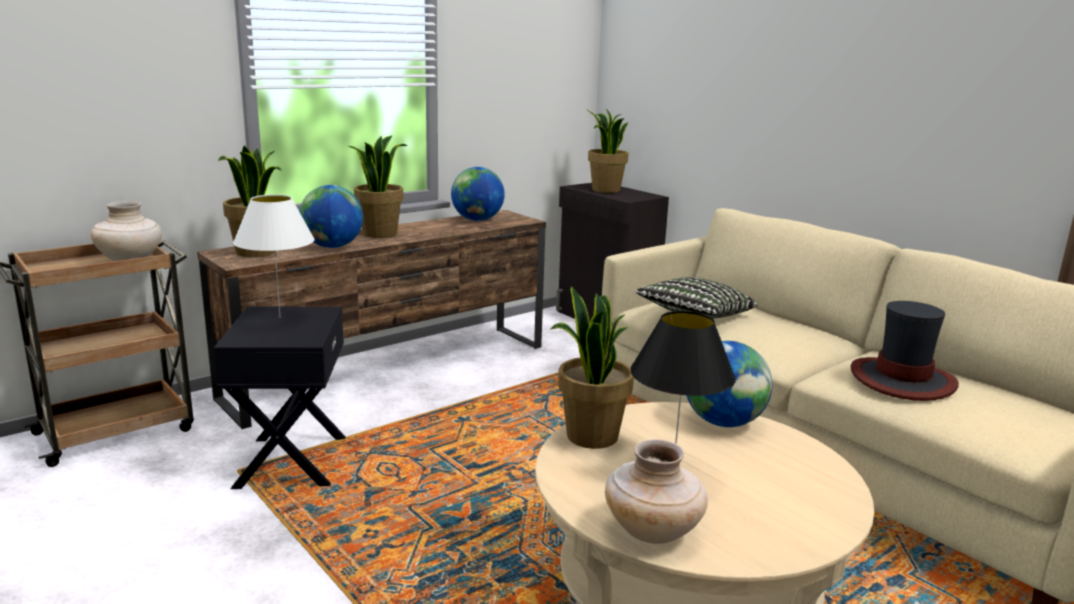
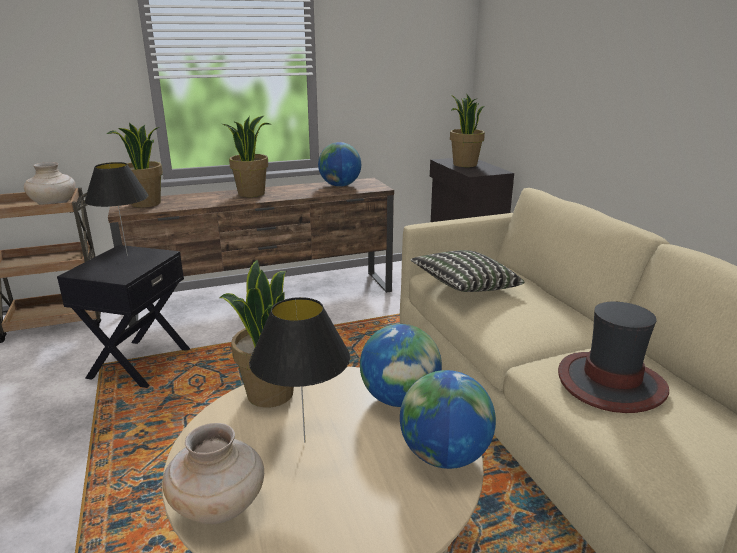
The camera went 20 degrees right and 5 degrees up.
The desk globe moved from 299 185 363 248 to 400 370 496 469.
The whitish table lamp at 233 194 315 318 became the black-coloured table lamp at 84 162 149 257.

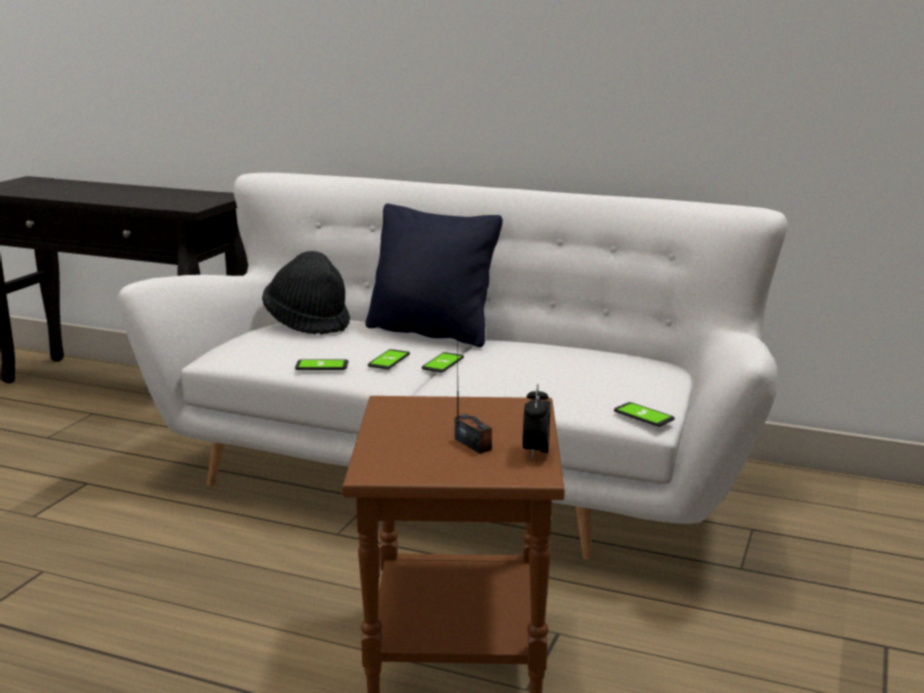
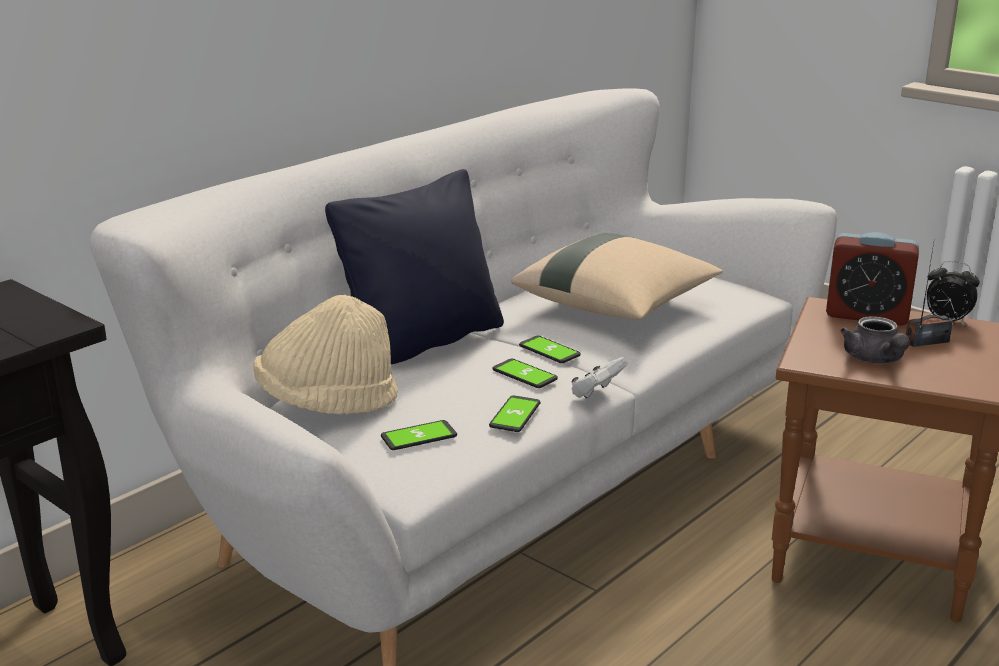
The camera went 70 degrees left and 5 degrees up.
The black-coloured hat at 262 251 350 335 became the sand-coloured hat at 253 295 398 414.
The phone moved from 614 402 675 427 to 381 420 457 450.
The bedside clock at 826 232 919 326 appeared.
The sand-coloured throw pillow at 511 233 722 320 appeared.
The greyish tea pot at 840 316 910 363 appeared.
The whitish gamepad at 572 357 628 398 appeared.

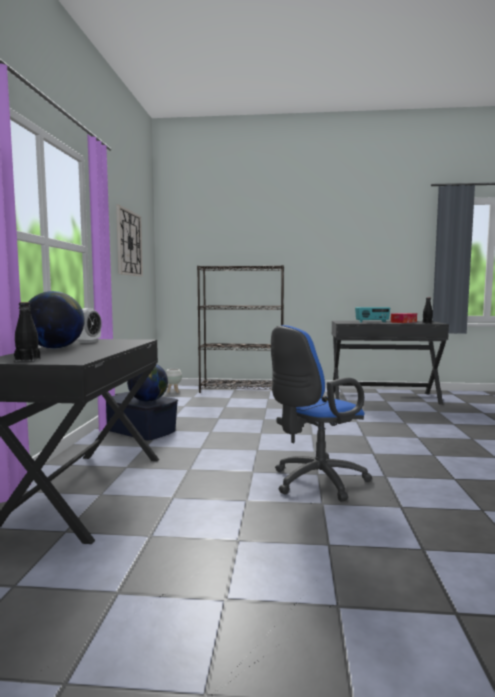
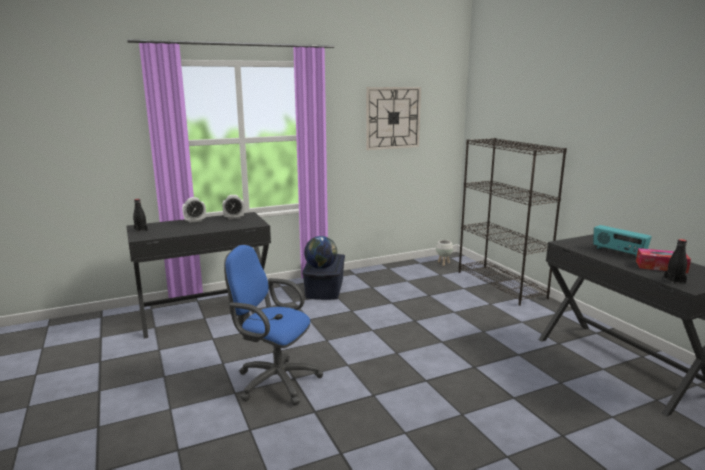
The camera went 60 degrees right and 10 degrees up.
The desk globe at 29 291 85 349 was replaced by the bedside clock at 182 197 206 223.

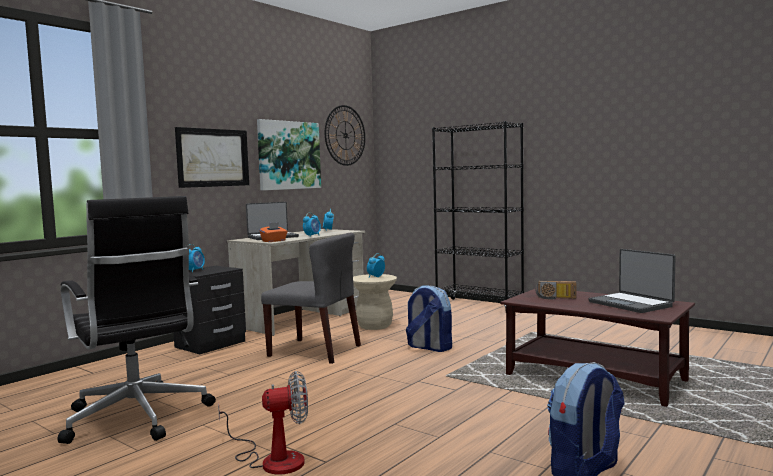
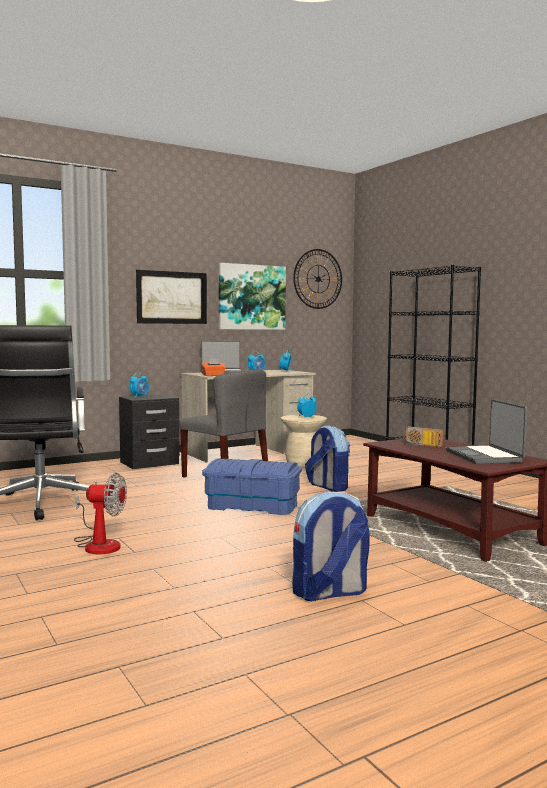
The camera went 20 degrees right and 0 degrees up.
The blue-coloured storage container at 202 458 302 515 appeared.

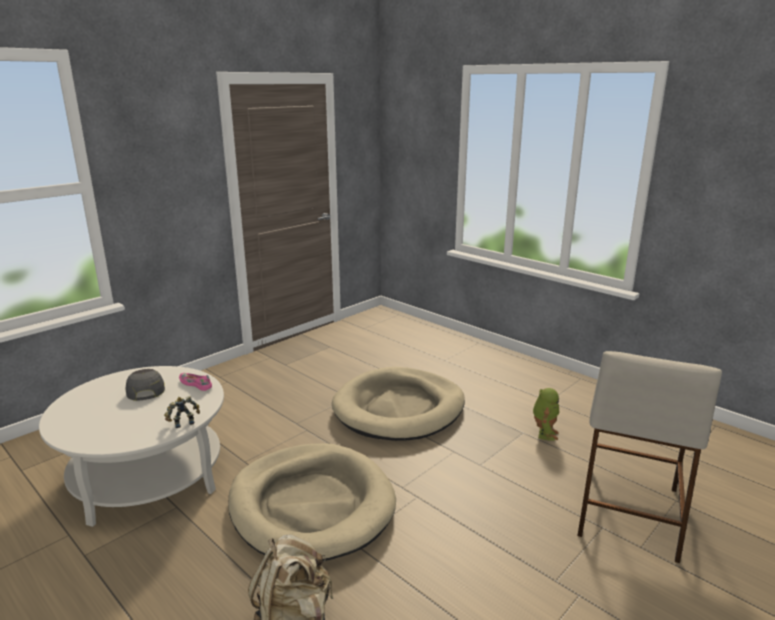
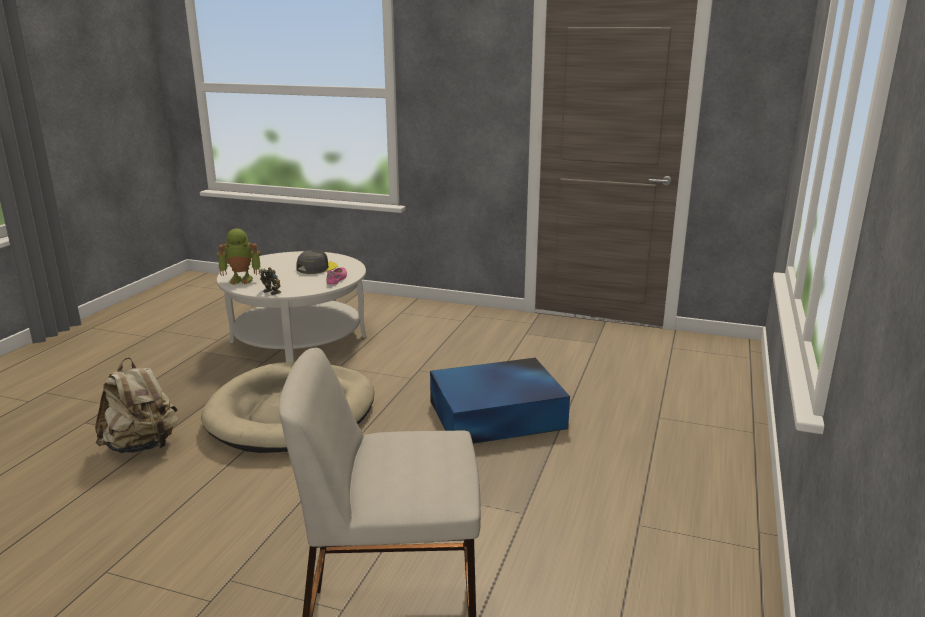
The camera went 65 degrees right and 0 degrees up.
The sand-coloured dog cushion at 332 367 465 441 was replaced by the blue-coloured storage container at 430 358 570 444.
The model robot moved from 533 388 559 441 to 217 228 260 285.

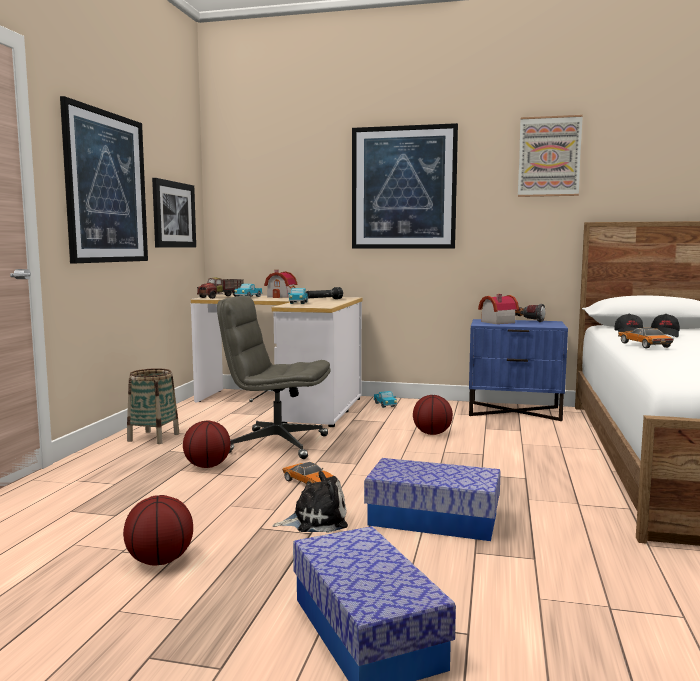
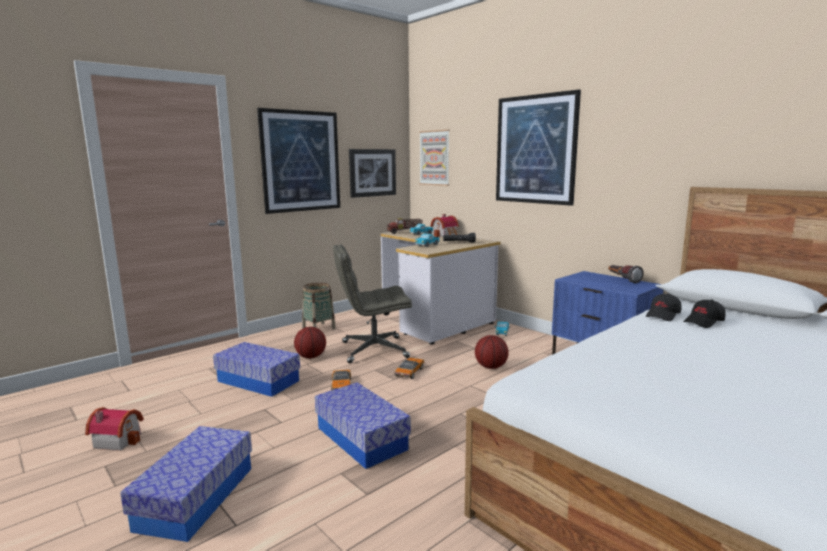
The camera went 35 degrees right and 5 degrees up.
The wall picture moved from 518 115 583 197 to 419 130 450 186.
The toy house moved from 478 294 519 324 to 85 407 144 451.
The greyish office chair at 217 296 331 459 turned 60 degrees counterclockwise.
The miniature car moved from 618 328 674 348 to 394 358 424 379.
The soft toy at 272 471 348 533 disappeared.
The ball for basketball at 123 495 193 566 disappeared.
The storage container at 213 342 300 397 appeared.

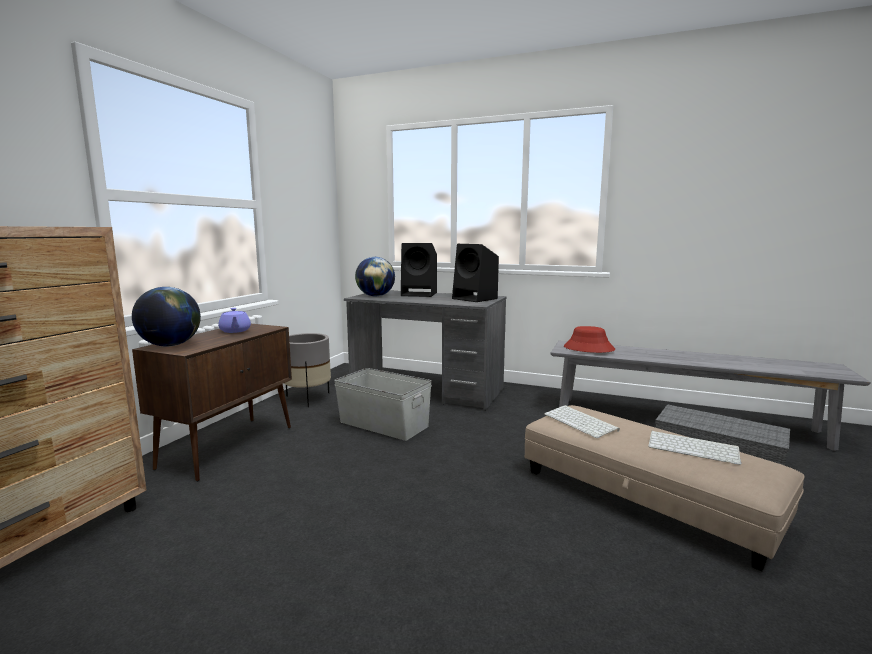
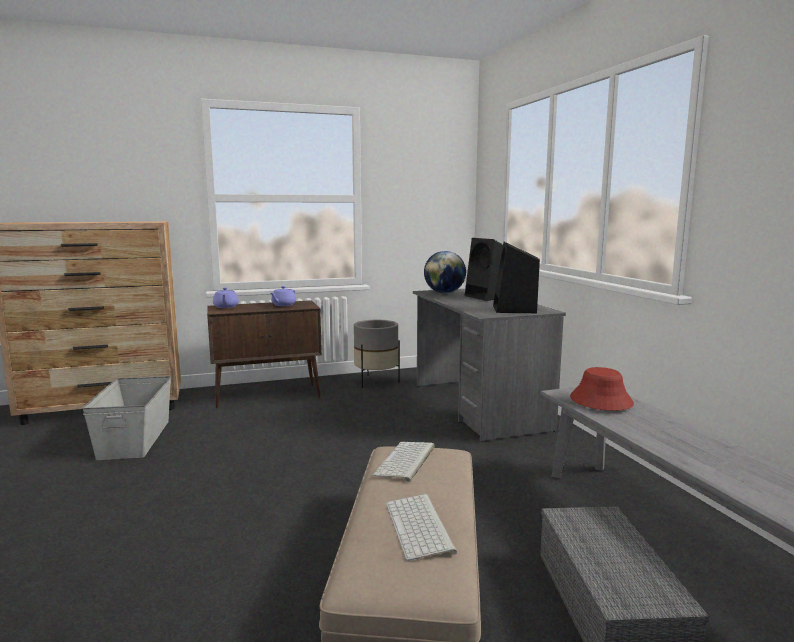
The camera went 50 degrees right and 0 degrees up.
The desk globe at 132 287 201 347 was replaced by the purple tea pot at 213 287 239 308.
The greyish storage container moved from 334 368 432 441 to 82 376 171 460.

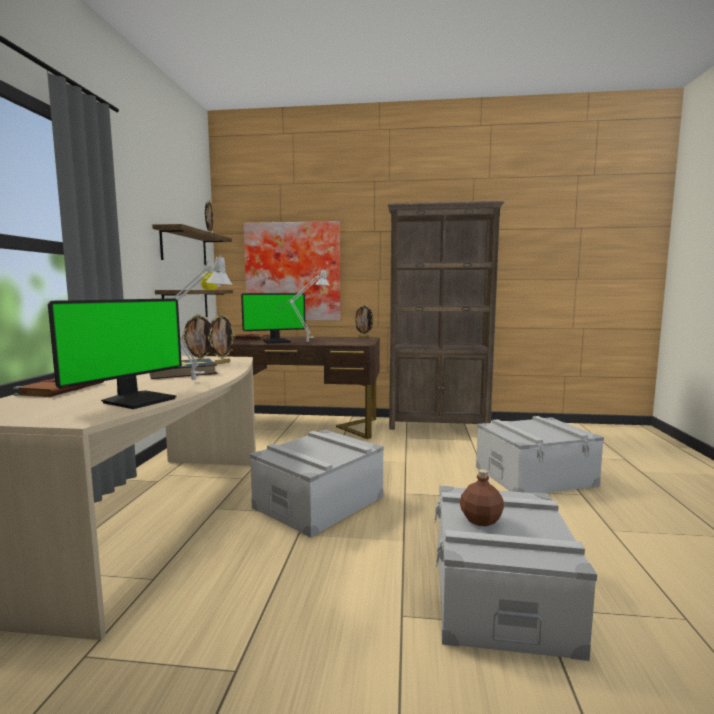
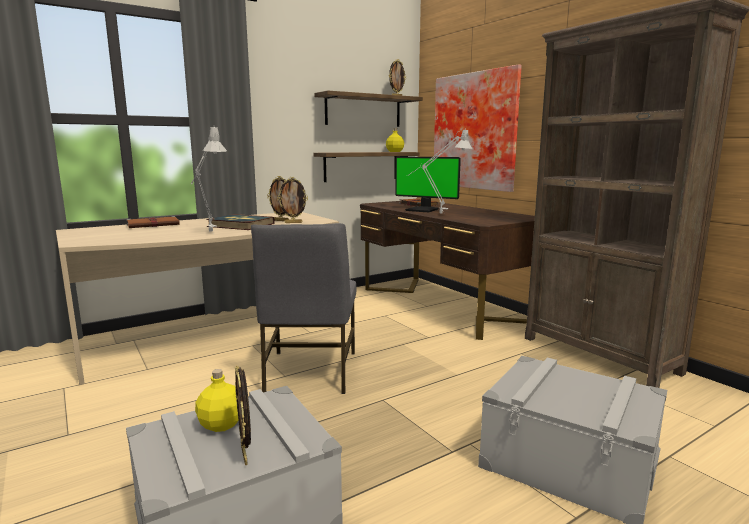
The camera went 50 degrees right and 5 degrees up.
The computer display at 48 298 182 409 disappeared.
The picture frame moved from 353 304 374 338 to 235 365 251 465.
The greyish storage container at 250 429 384 538 was replaced by the greyish plain chair at 251 223 356 394.
The brown-coloured drink bottle at 460 469 504 526 became the yellow-coloured drink bottle at 195 369 239 432.

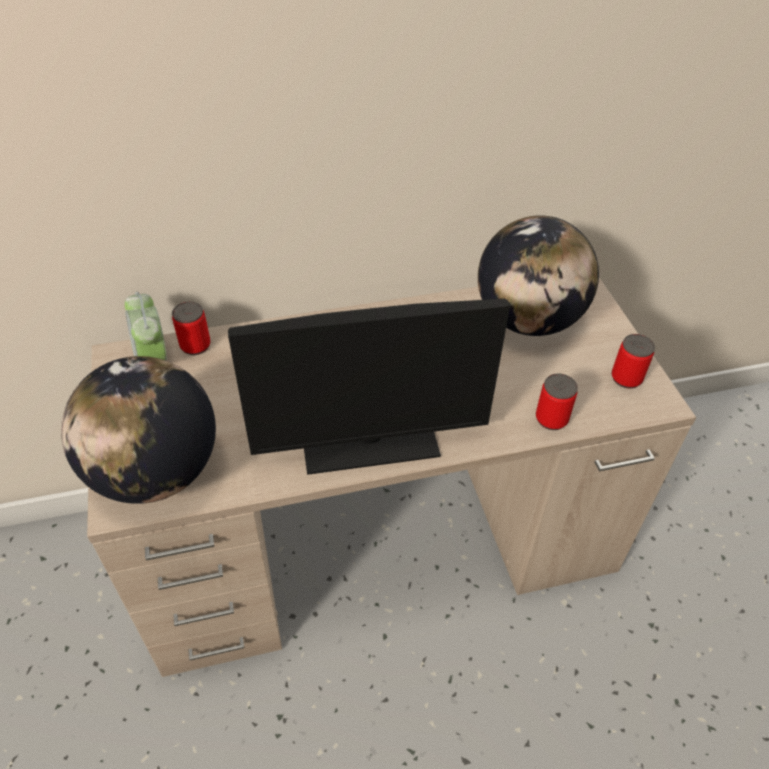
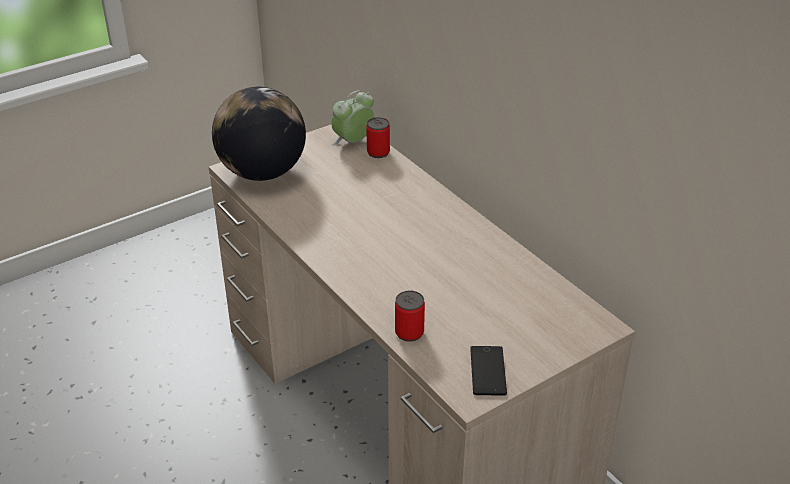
The camera went 70 degrees right and 10 degrees down.
The desk globe at 478 215 599 336 disappeared.
The computer display at 228 298 510 475 disappeared.
The can at 612 334 655 389 was replaced by the phone at 470 346 507 396.

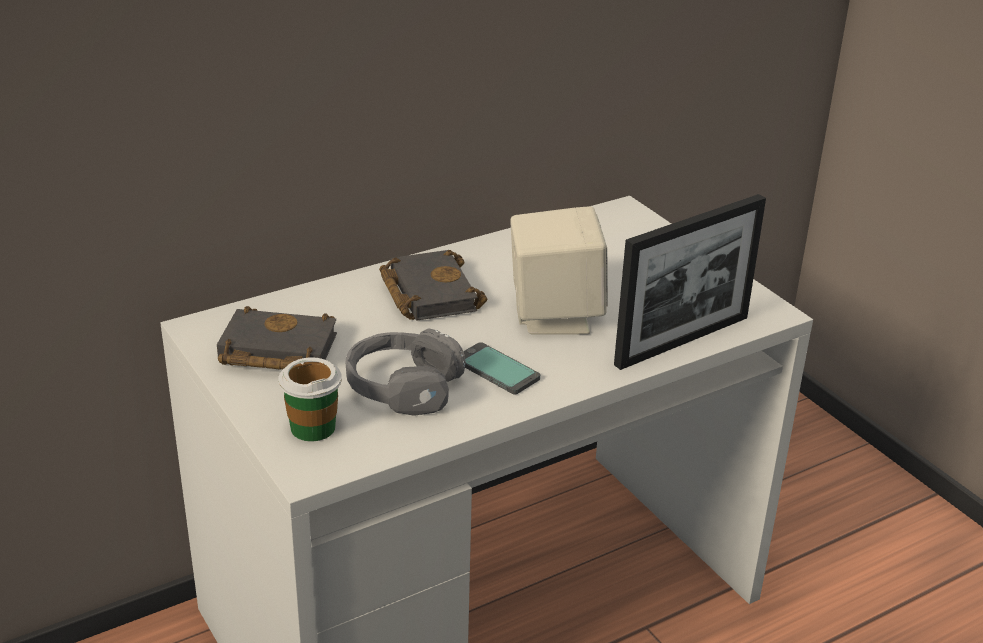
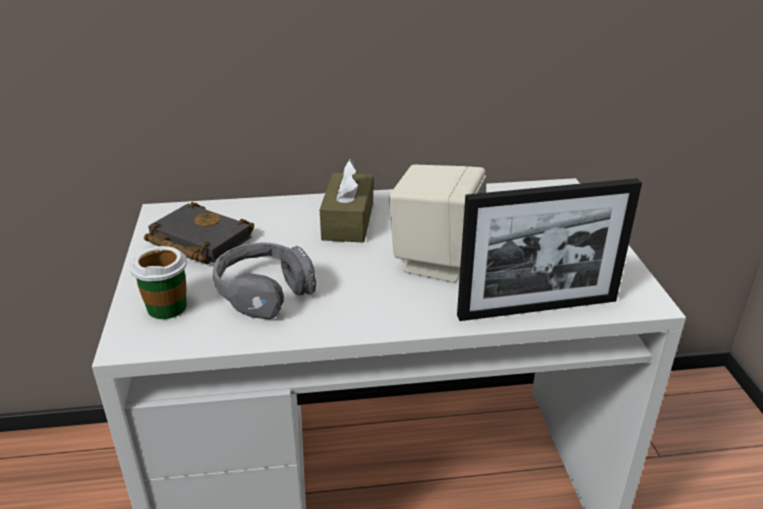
The camera went 25 degrees right and 0 degrees up.
The black-coloured bound book at 379 250 487 321 was replaced by the brown-coloured box of tissues at 320 159 373 243.
The phone at 463 342 540 394 disappeared.

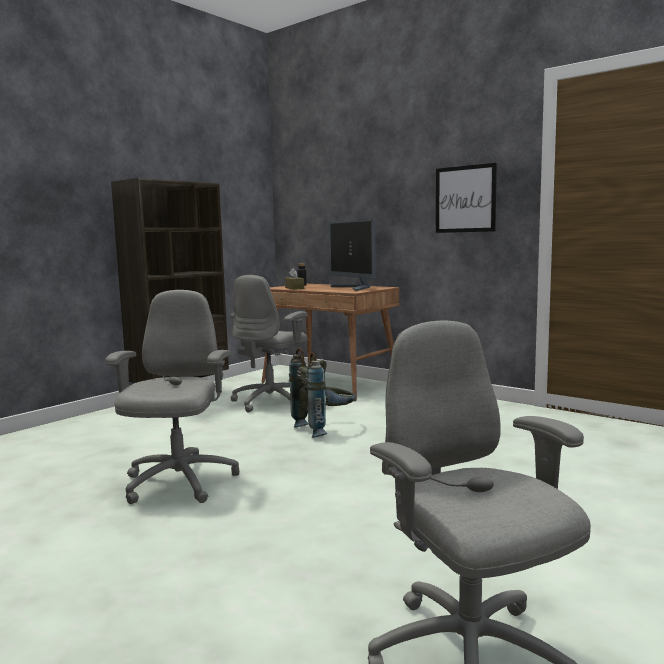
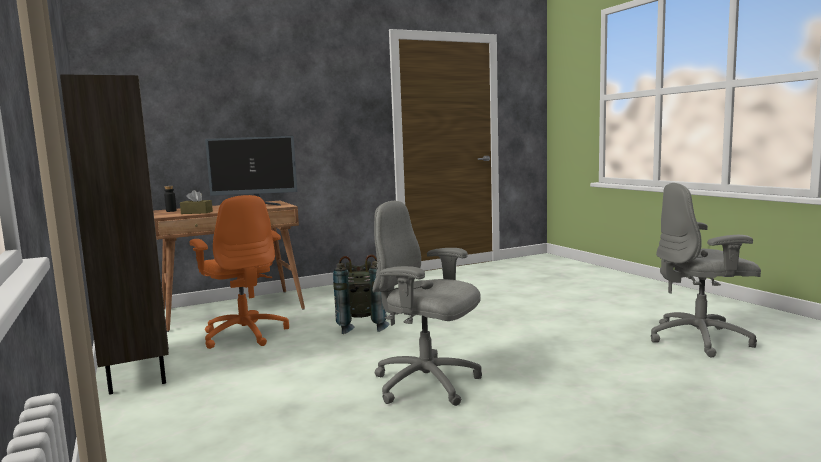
The camera went 65 degrees left and 0 degrees up.
The wall picture at 436 163 497 233 disappeared.
The greyish office chair at 230 275 308 413 became the orange office chair at 190 195 289 349.

